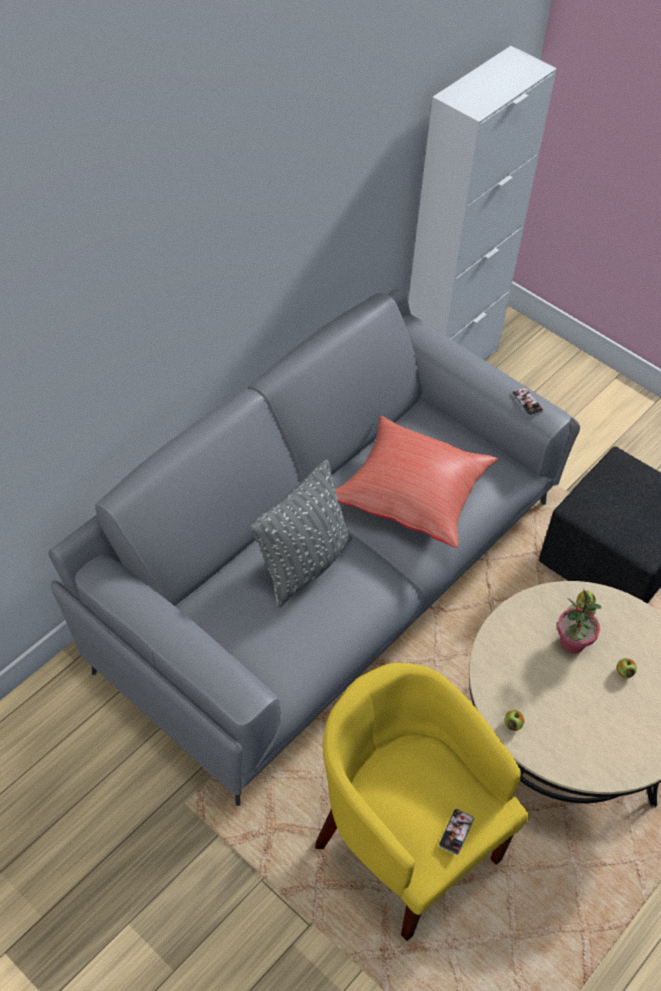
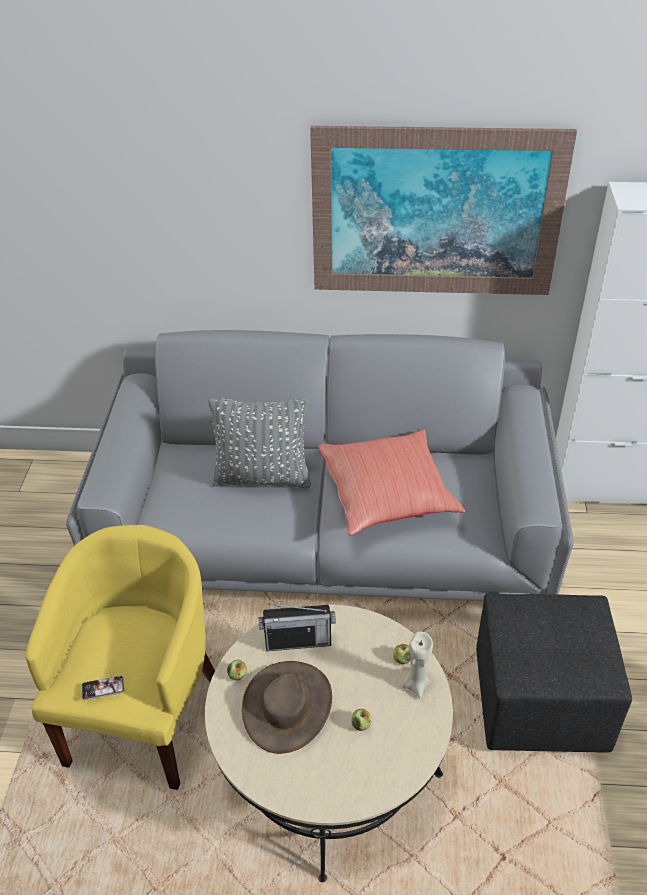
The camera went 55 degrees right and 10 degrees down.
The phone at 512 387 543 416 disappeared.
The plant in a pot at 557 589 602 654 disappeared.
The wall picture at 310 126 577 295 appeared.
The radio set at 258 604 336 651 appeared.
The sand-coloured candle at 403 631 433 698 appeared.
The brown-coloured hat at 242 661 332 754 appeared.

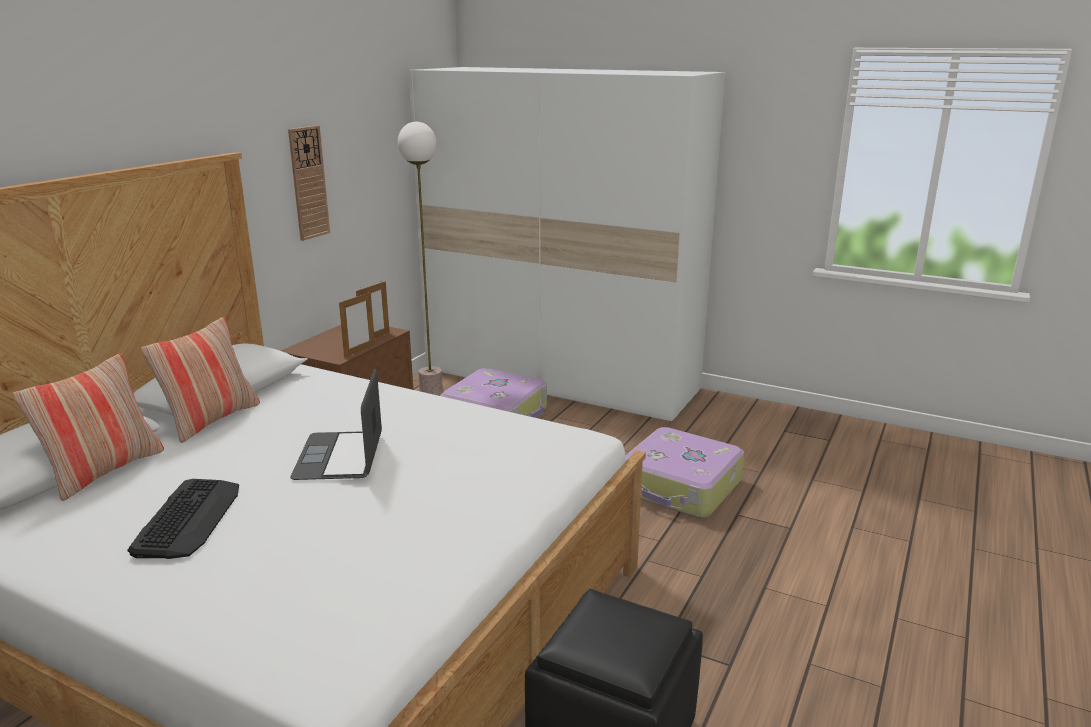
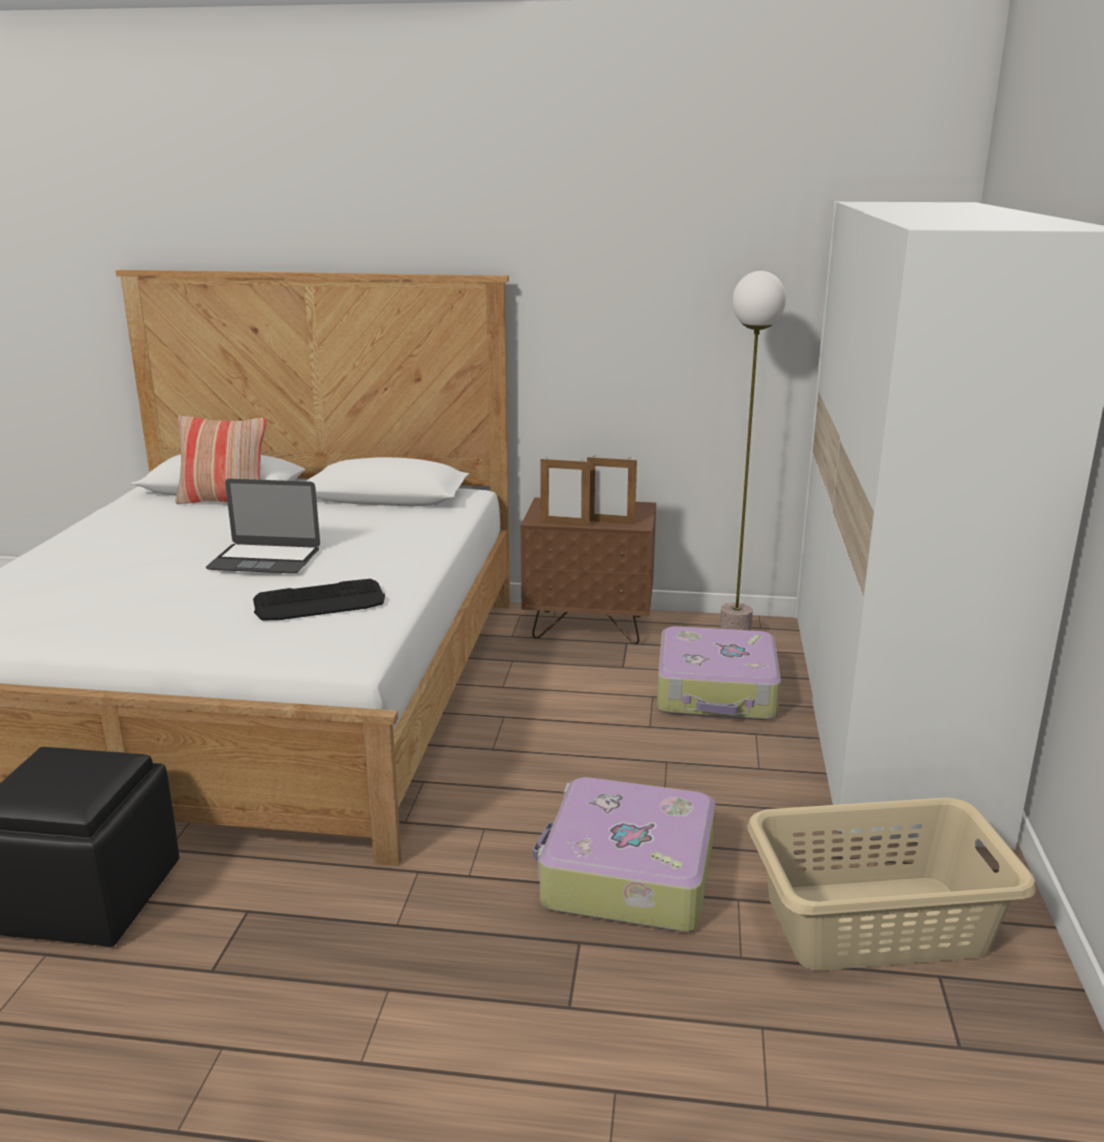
The camera went 70 degrees right and 0 degrees up.
The wall clock at 288 125 330 241 disappeared.
The throw pillow at 140 317 260 443 disappeared.
The portable computer at 290 369 382 480 turned 150 degrees counterclockwise.
The PC keyboard moved from 127 479 239 559 to 253 579 385 621.
The sand-coloured washing basket at 747 797 1036 971 appeared.

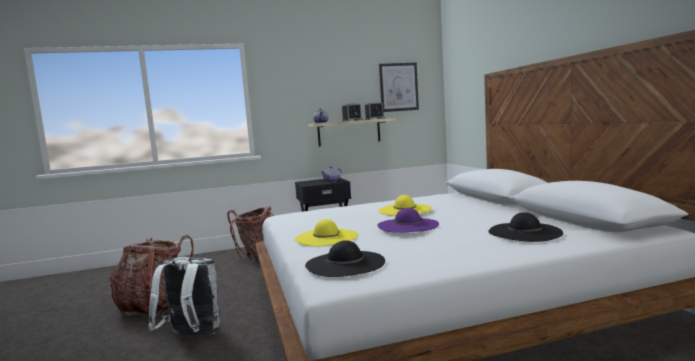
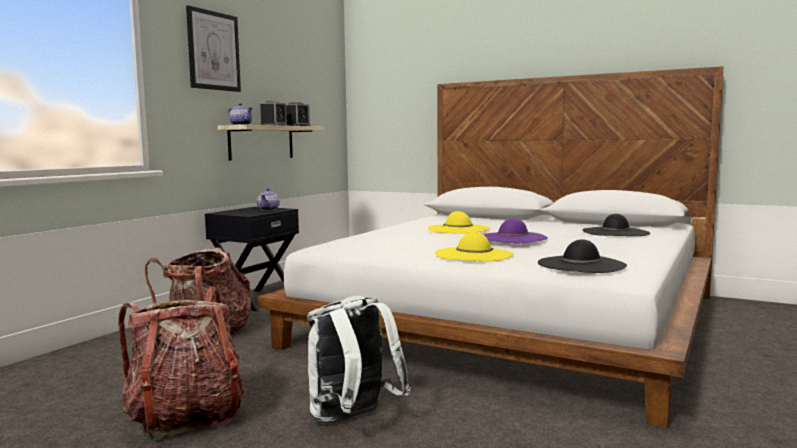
The camera went 45 degrees left and 0 degrees up.
The wall picture moved from 379 63 419 112 to 186 5 241 92.

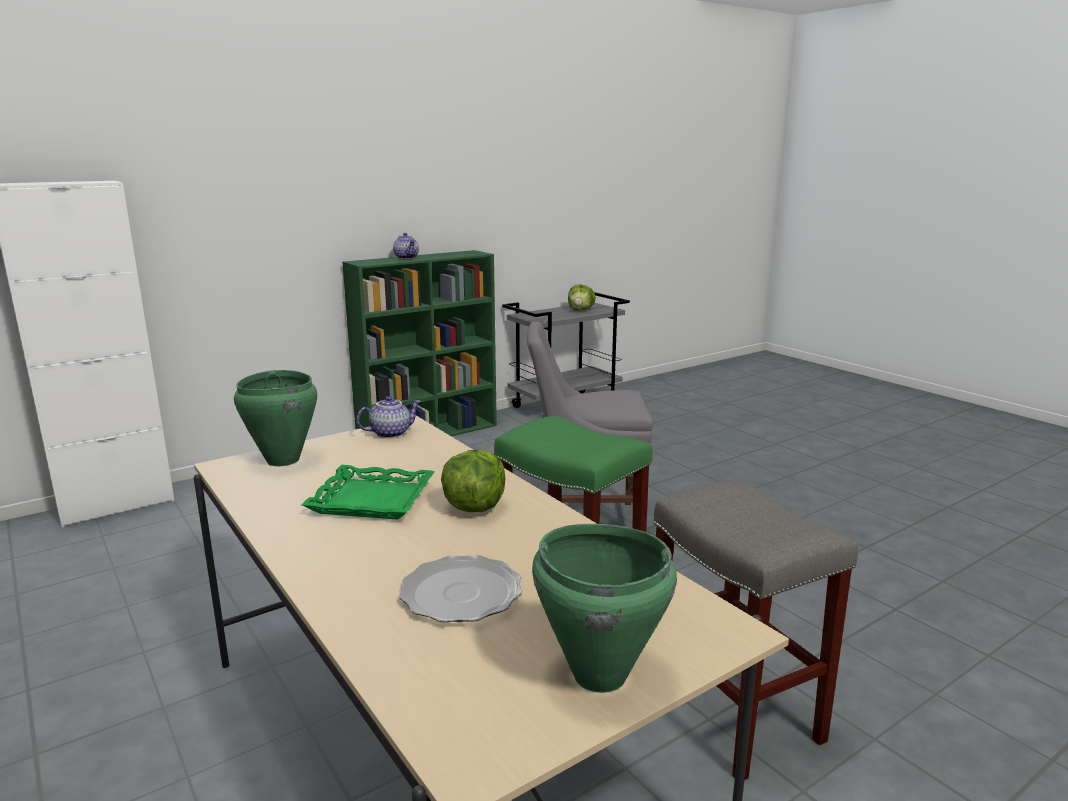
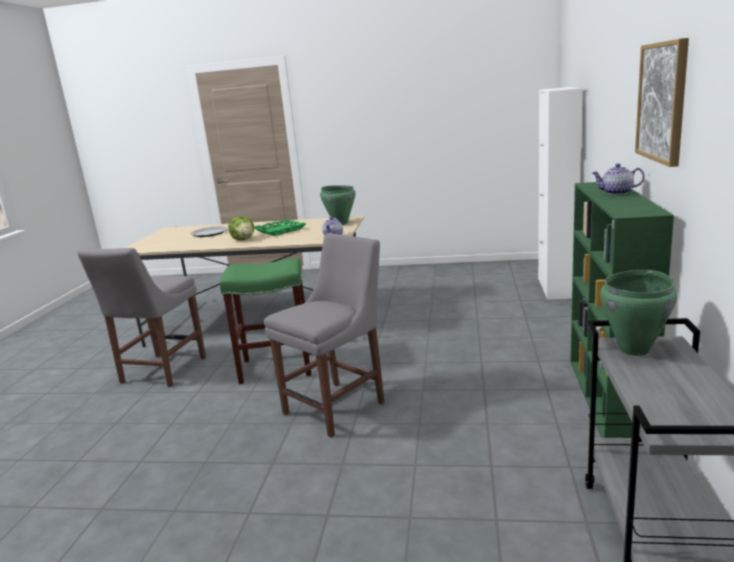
The camera went 135 degrees right and 0 degrees up.
The lettuce head at 568 284 596 311 disappeared.
The greyish sitting stool at 653 480 858 780 was replaced by the greyish plain chair at 77 248 206 387.
The green saucepot moved from 532 524 677 693 to 600 270 677 356.
The wall picture at 635 38 689 167 appeared.

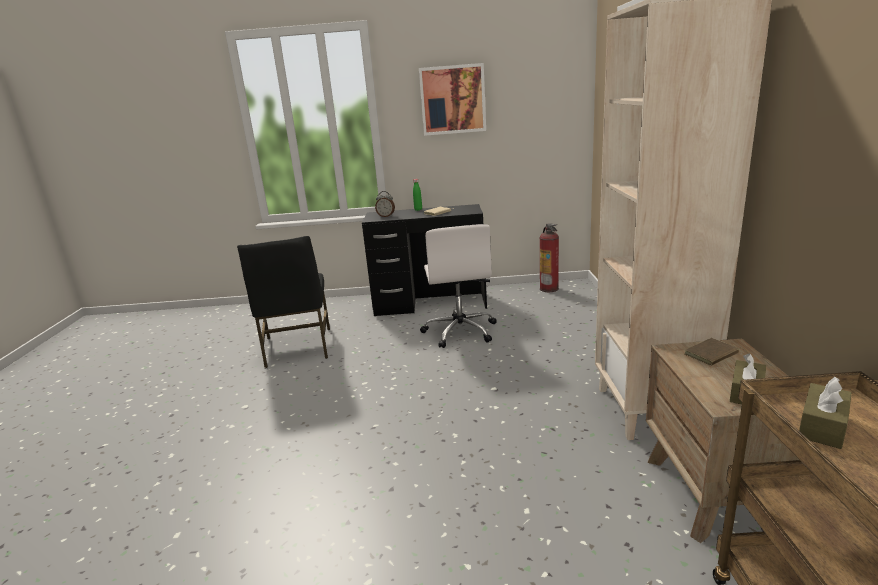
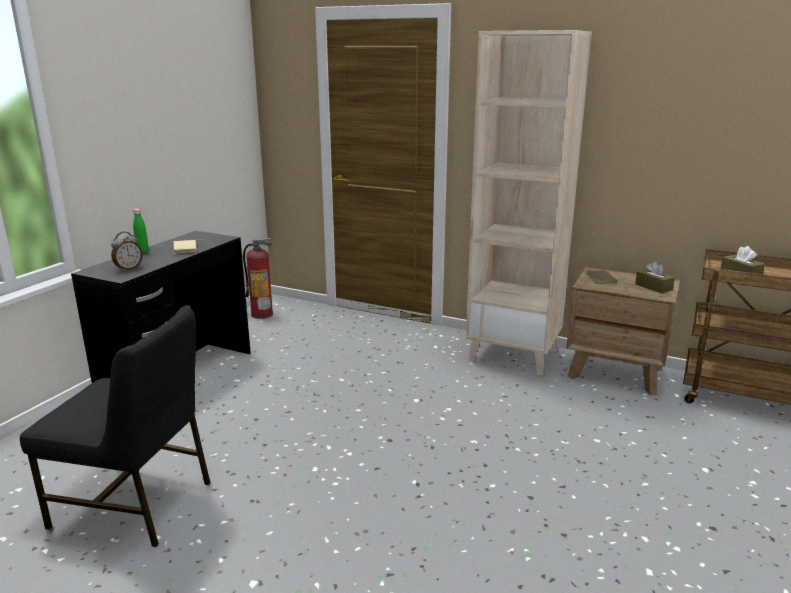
The camera went 65 degrees left and 0 degrees up.
The wall picture at 419 63 486 136 disappeared.
The whitish office chair at 420 224 497 348 disappeared.

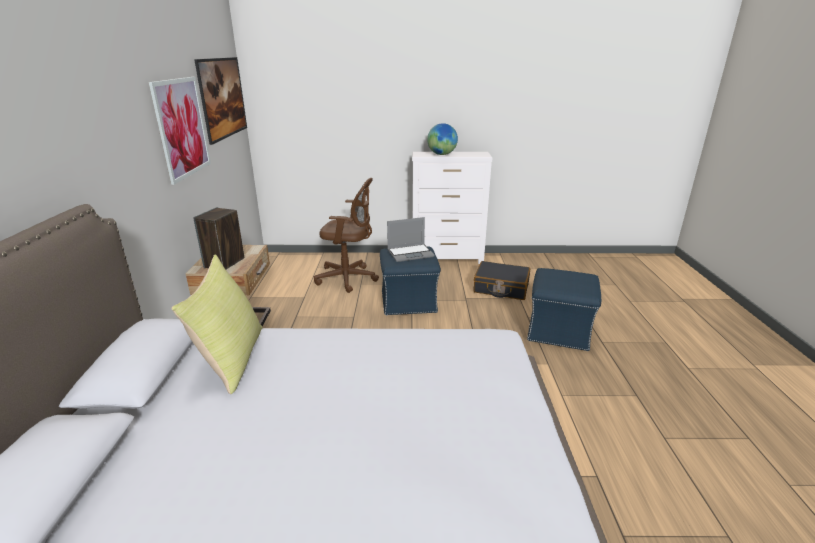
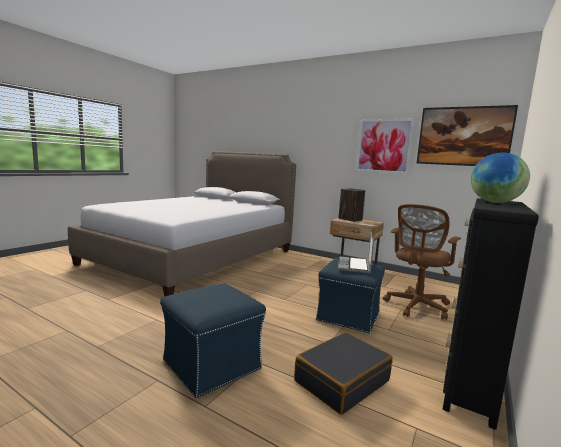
The camera went 120 degrees right and 15 degrees down.
The whitish drawer chest at 412 152 492 264 became the black-coloured drawer chest at 443 198 539 430.
The yellow-coloured throw pillow at 171 255 263 394 disappeared.

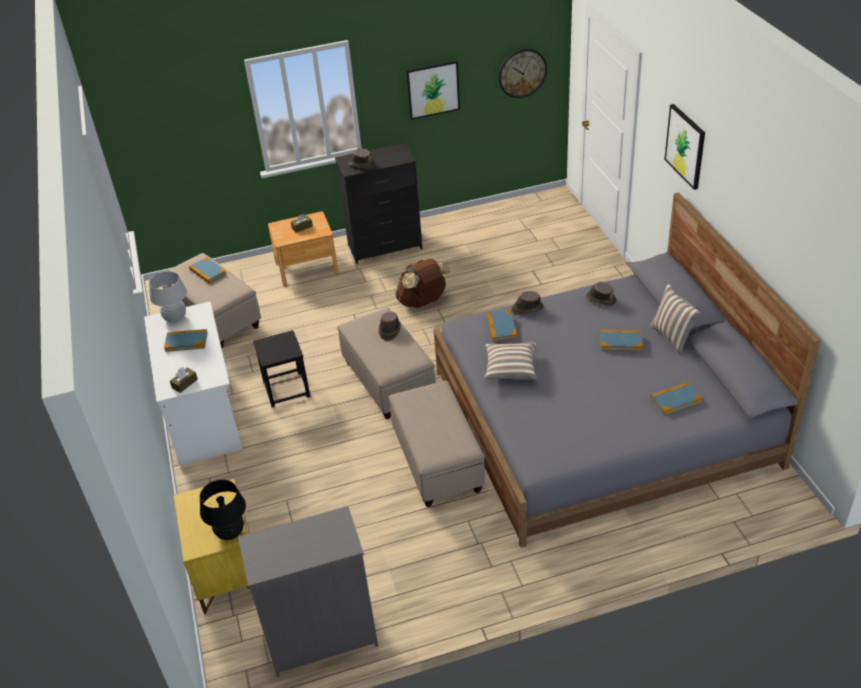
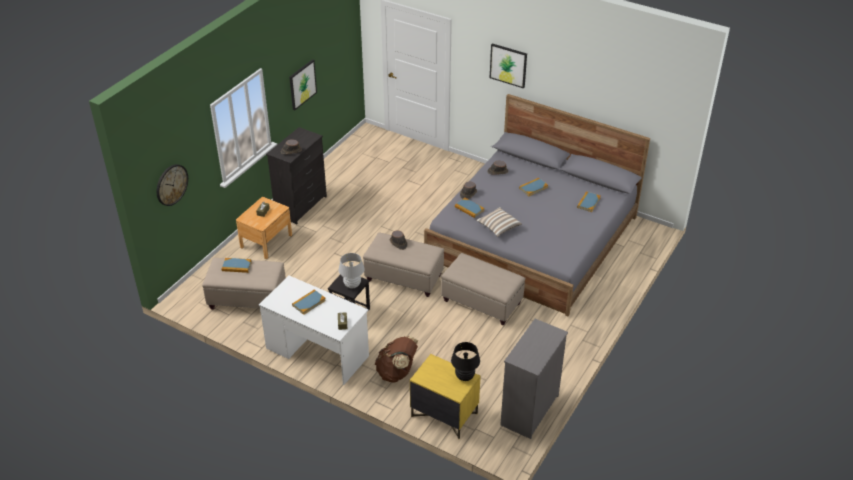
The camera went 45 degrees left and 0 degrees up.
The wall clock moved from 498 49 547 98 to 157 164 188 206.
The brown-coloured backpack moved from 396 259 450 308 to 375 335 418 383.
The whitish table lamp moved from 149 271 187 323 to 338 253 365 288.
The throw pillow at 651 284 701 355 disappeared.

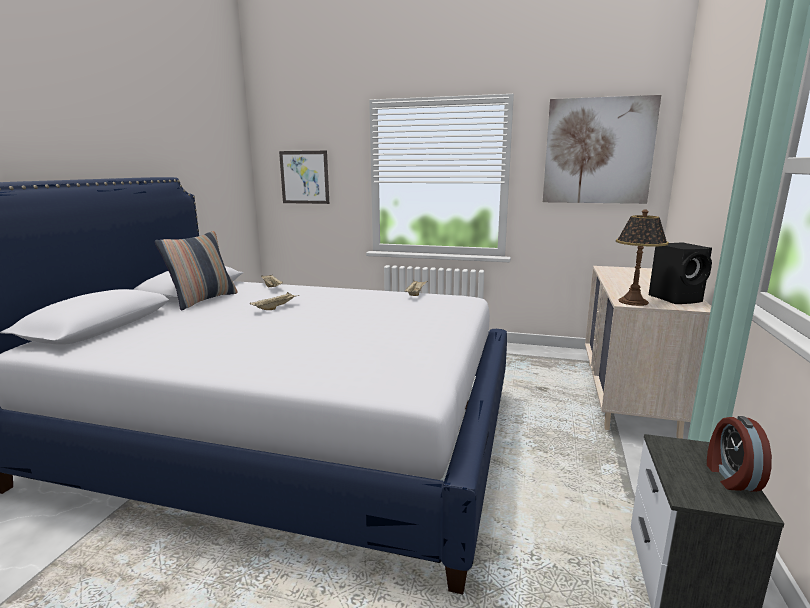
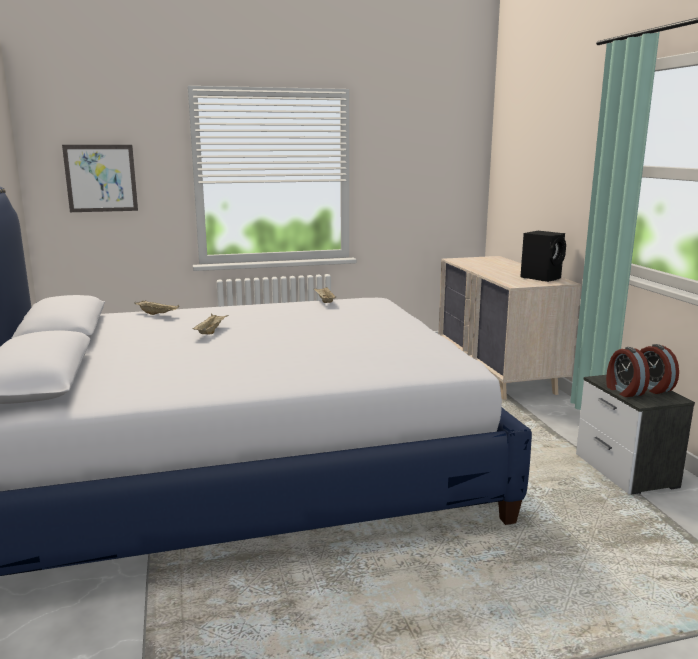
The camera went 30 degrees left and 0 degrees up.
The wall picture at 543 95 661 204 disappeared.
The table lamp at 616 209 669 306 disappeared.
The throw pillow at 155 231 238 310 disappeared.
The bedside clock at 606 347 650 397 appeared.

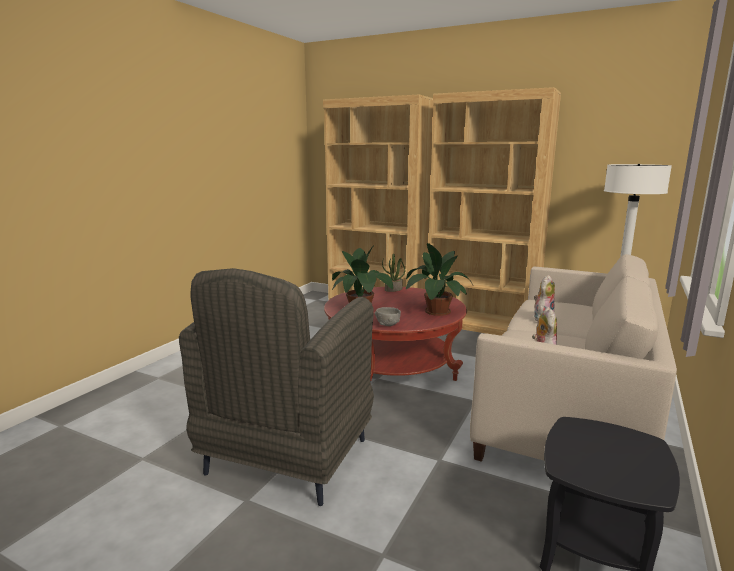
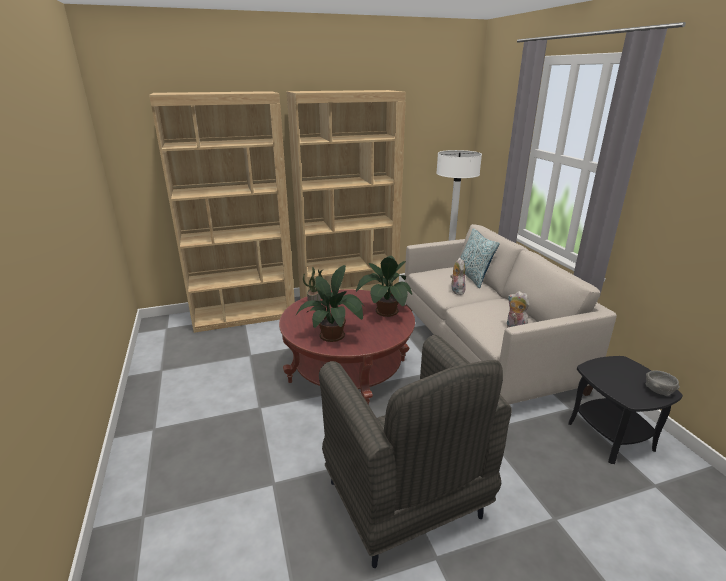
The camera went 45 degrees left and 10 degrees up.
The greyish serving bowl moved from 375 307 401 326 to 645 370 680 396.
The throw pillow at 460 228 500 288 appeared.

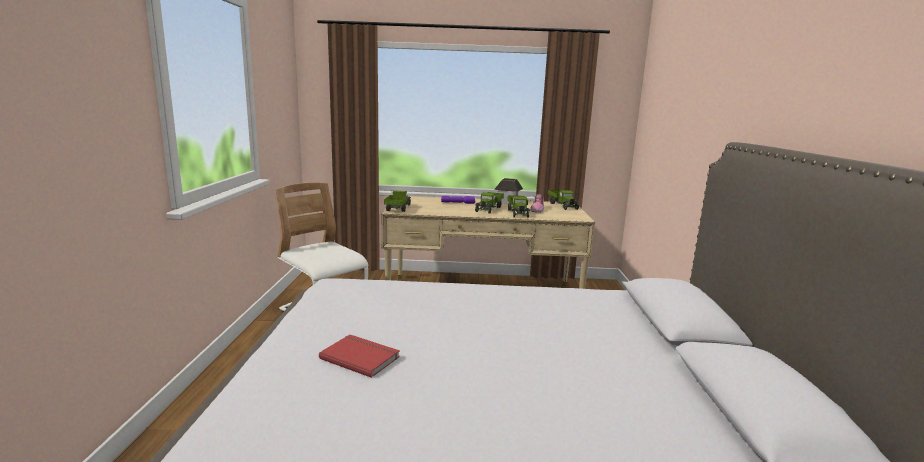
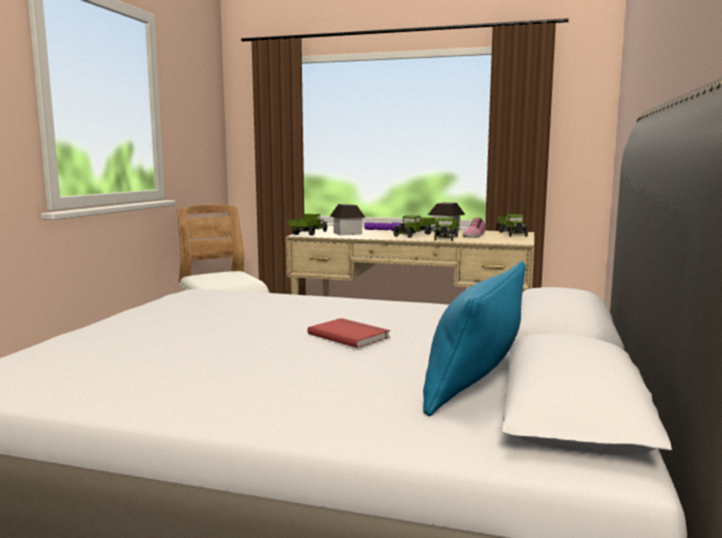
The camera went 15 degrees right and 5 degrees down.
The red bound book moved from 319 335 400 378 to 307 318 390 348.
The toy house at 330 204 365 236 appeared.
The blue-coloured throw pillow at 423 261 526 416 appeared.

